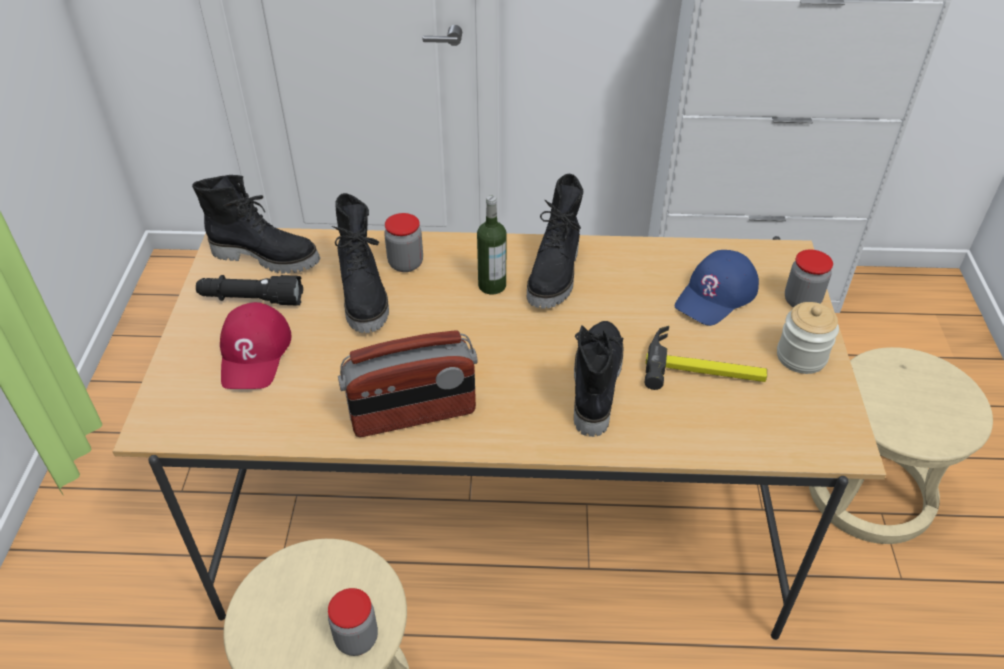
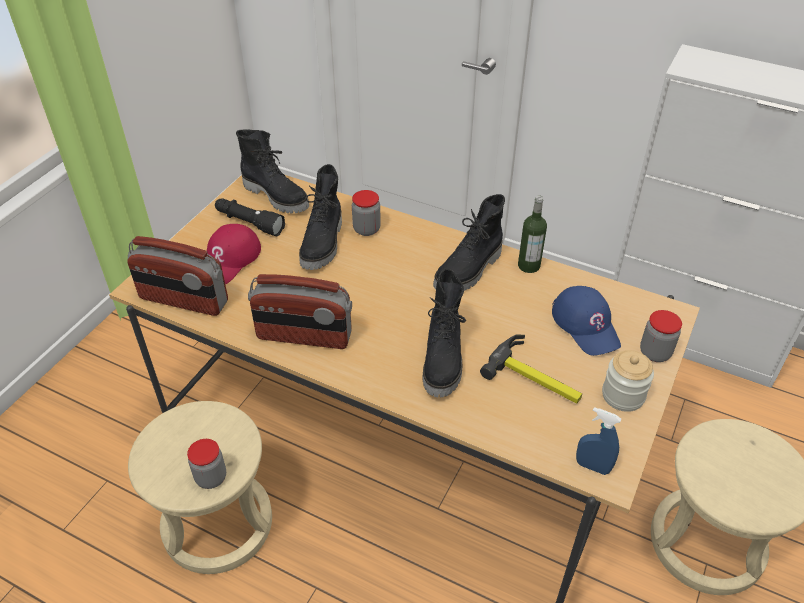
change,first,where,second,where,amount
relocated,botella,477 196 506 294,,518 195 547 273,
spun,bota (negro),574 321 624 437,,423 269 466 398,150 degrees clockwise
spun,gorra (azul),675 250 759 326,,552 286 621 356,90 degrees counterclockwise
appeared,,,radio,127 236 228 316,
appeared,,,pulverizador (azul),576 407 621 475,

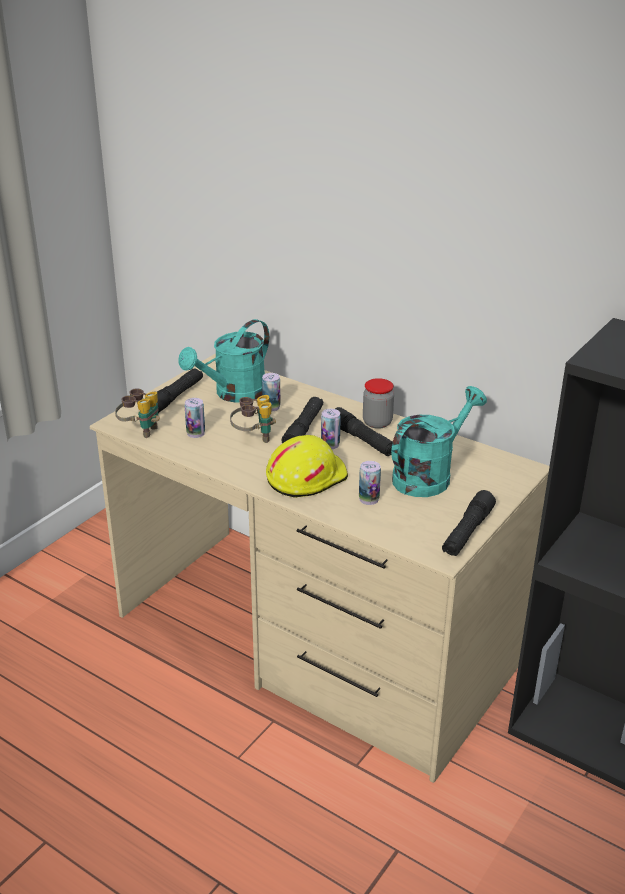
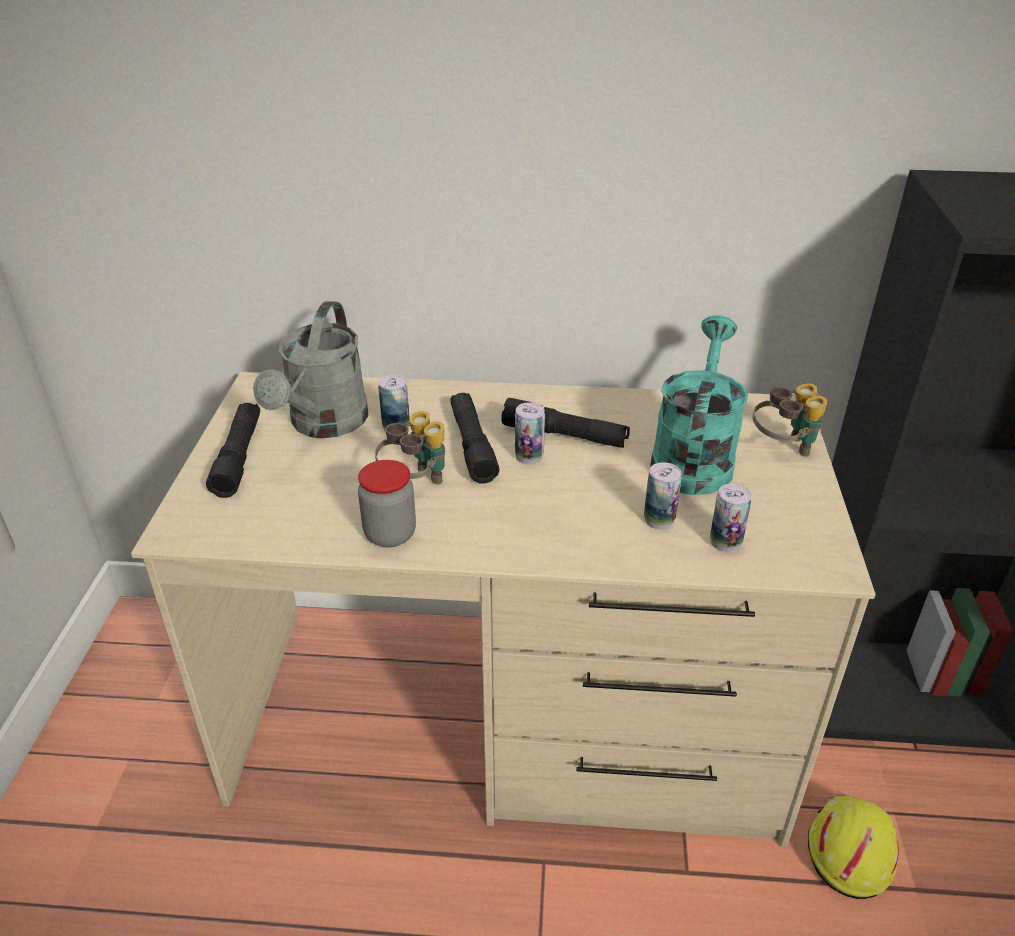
change,first,where,second,where,amount
relocated,prismáticos,115 388 160 438,,753 383 827 457,
colour,regadera (turquesa),178 319 269 403,regadera (gris),253 301 368 438,
relocated,lata,185 398 205 438,,710 484 752 552,
relocated,casco (amarillo),266 435 348 498,,808 795 899 899,
relocated,tarro,363 378 394 429,,358 460 416 547,
missing,linterna (negro),442 490 496 556,,,

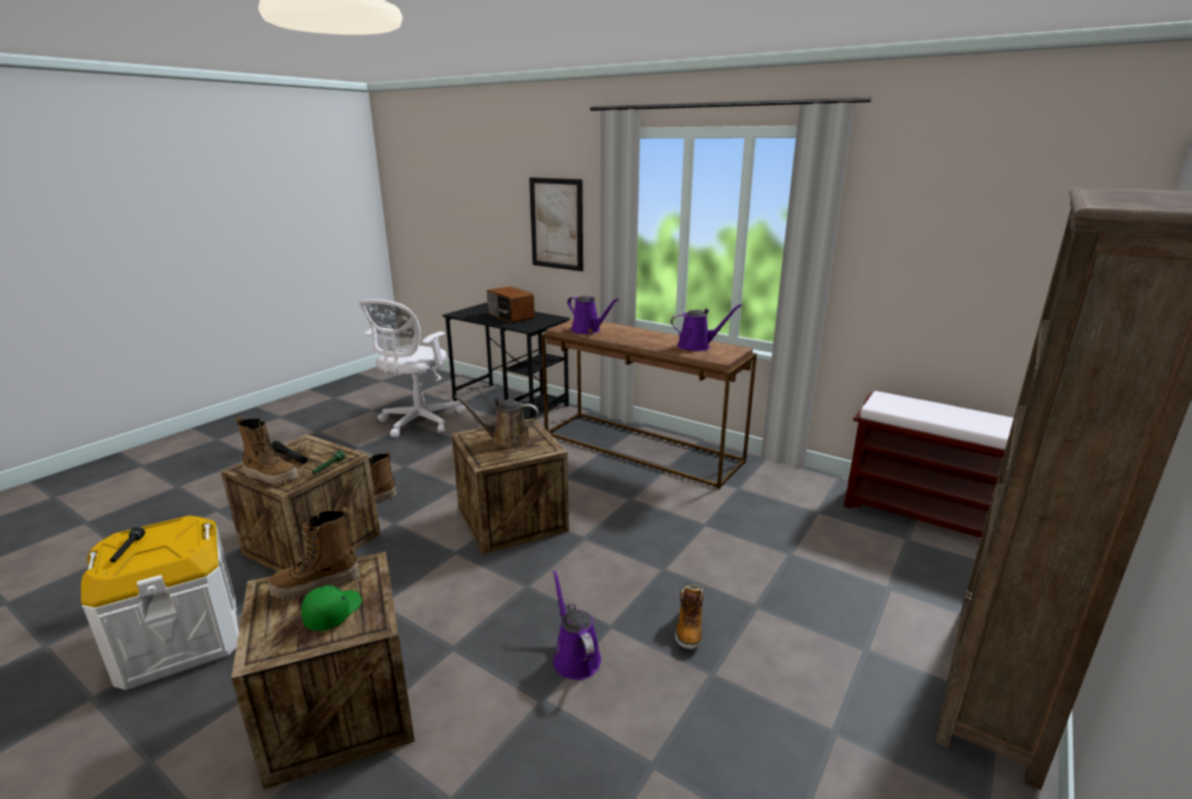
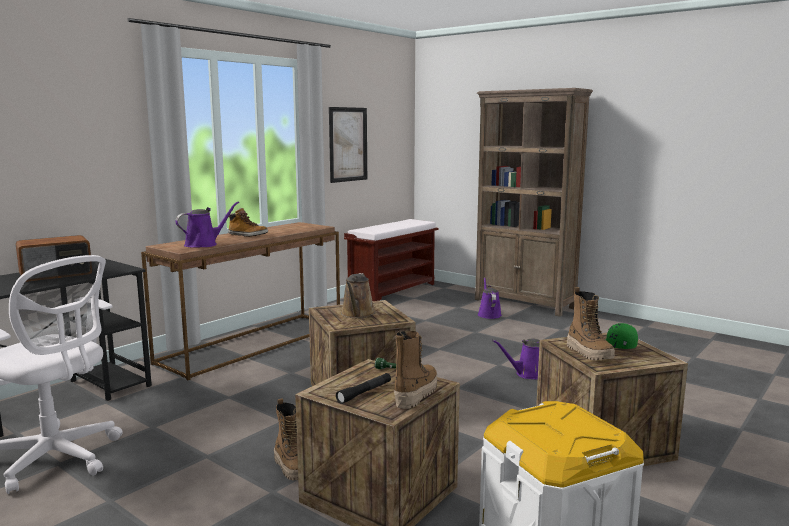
change,first,where,second,where,amount
missing,linterna (negro),110 527 145 563,,,
relocated,cuadro,529 177 583 271,,329 107 367 183,
relocated,regadera (morado),671 304 742 351,,478 277 502 319,
relocated,bota,675 584 704 650,,228 208 268 237,

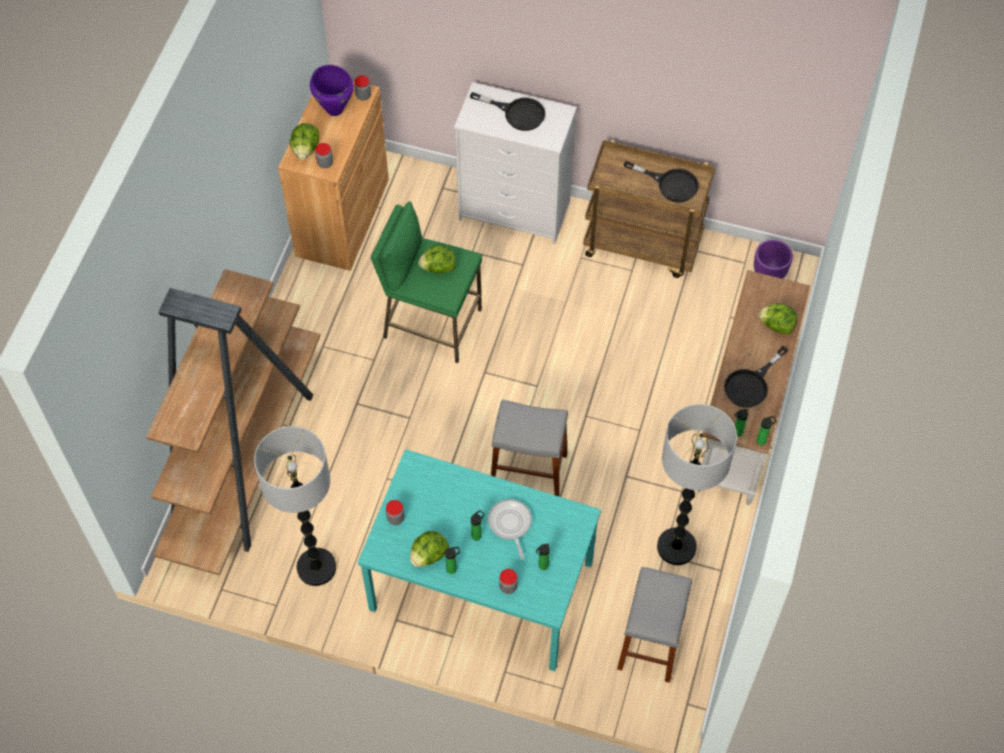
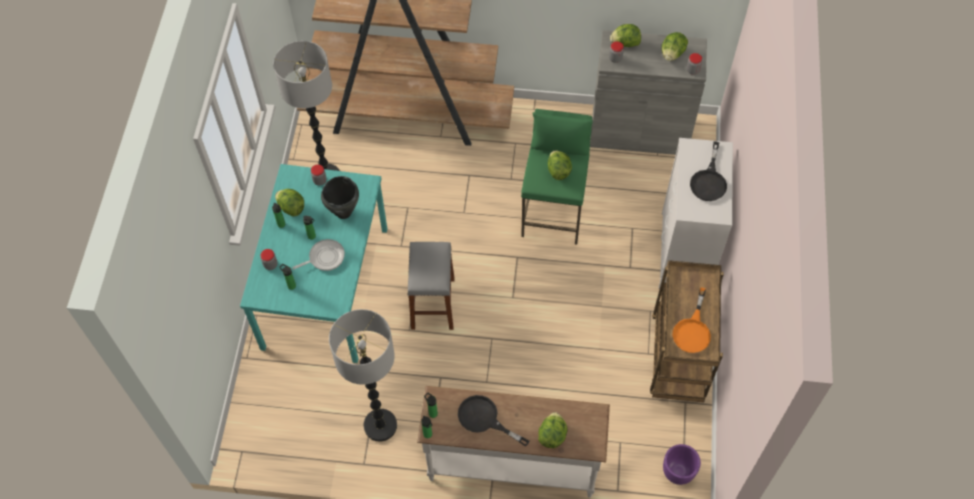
change,first,where,second,where,amount
colour,armario (marrón),278 81 389 271,armario (gris),590 30 707 155,
exchanged,olla (morado),310 65 354 116,lechuga,661 32 688 61,
missing,taburete (gris),617 567 692 683,,,
colour,sartén (negro),624 161 699 202,sartén (naranja),672 287 711 353,
appeared,,,olla (negro),321 176 359 219,

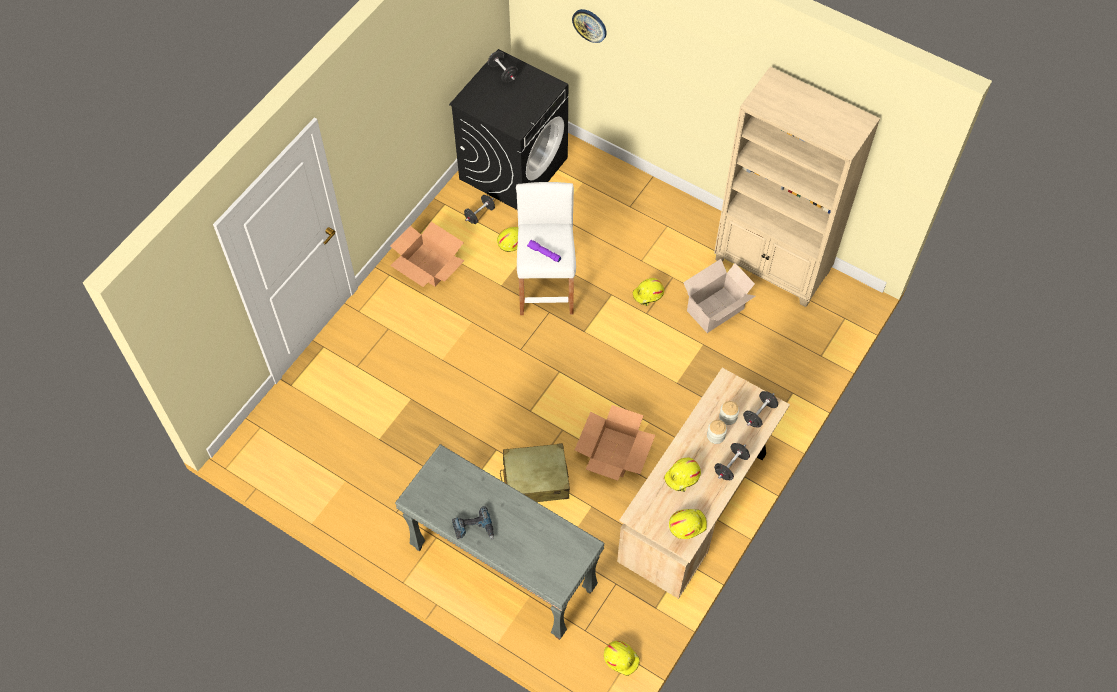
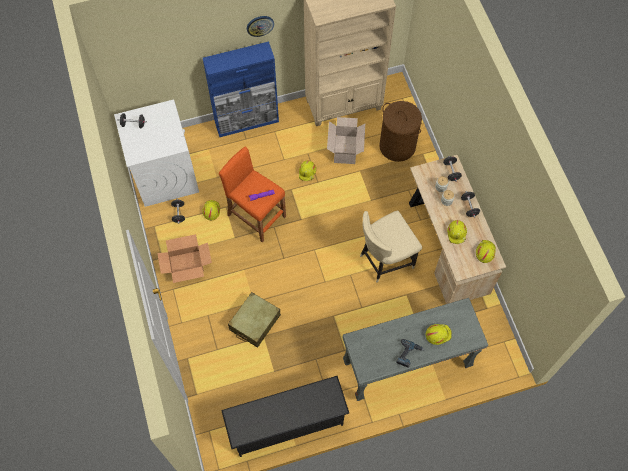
change,first,where,second,where,amount
colour,lavadora (negro),449 49 568 210,lavadora (blanco),114 100 199 207,
relocated,maleta (beis),500 443 570 502,,228 292 281 348,
colour,taburete (blanco),516 182 576 315,taburete (naranja),219 147 286 243,
relocated,reloj de pared,572 9 607 43,,247 16 274 37,
exchanged,caja de cartón,575 405 655 481,silla (beis),360 210 422 283,
relocated,casco (amarillo),604 641 640 676,,426 324 452 345,
appeared,,,armario (azul),203 41 279 137,
appeared,,,zapatero (negro),221 376 349 457,
appeared,,,cesto de la ropa (marrón),379 101 422 162,

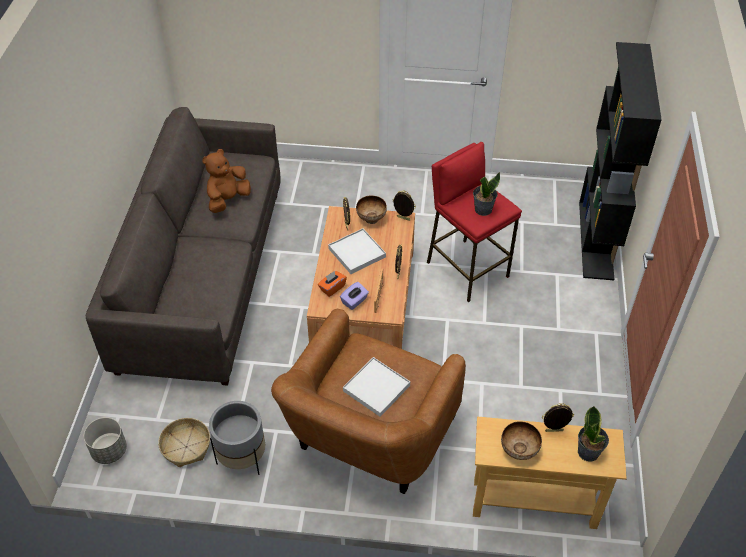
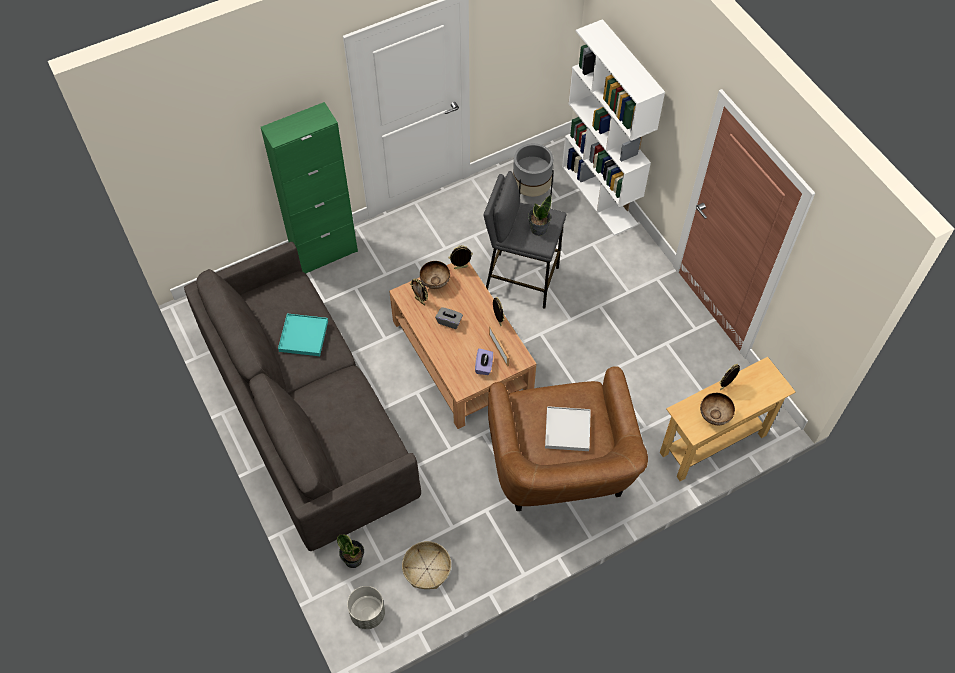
change,first,where,second,where,amount
exchanged,peluche (marrón),202 149 251 213,bandeja (turquesa),278 313 328 356,
relocated,maceta (gris),209 401 265 475,,513 143 554 197,
missing,caja de pañuelos (naranja),318 271 347 297,,,
exchanged,bandeja (blanco),328 228 386 274,caja de pañuelos (gris),435 307 463 329,
colour,taburete (rojo),427 142 522 302,taburete (gris),483 171 567 309,
relocated,planta en maceta,578 406 609 462,,337 534 364 568,
colour,estantería (negro),579 42 662 280,estantería (blanco),562 19 665 236,
appeared,,,armario (verde),261 102 358 274,

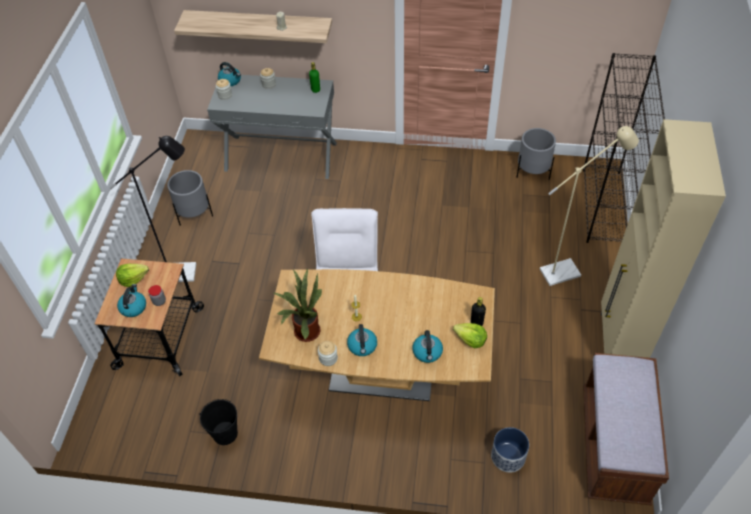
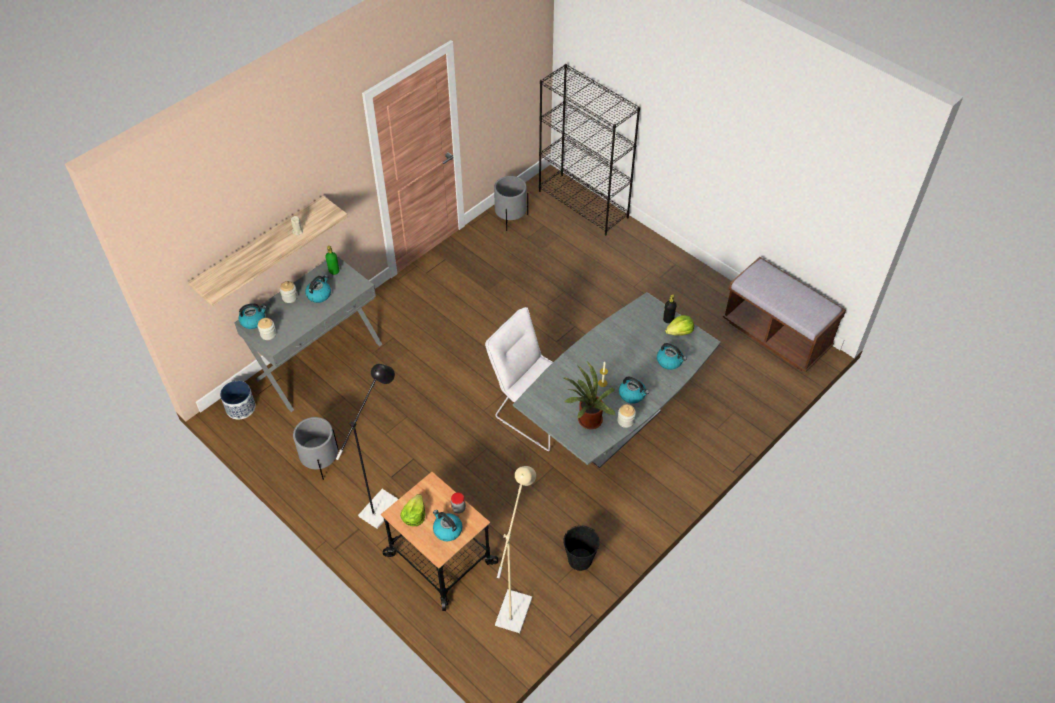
change,first,where,second,where,amount
colour,mesa de comedor (marrón),259 269 495 401,mesa de comedor (gris),513 292 721 468,
relocated,maceta,491 427 529 472,,220 381 256 420,
relocated,lámpara de pie (beis),540 126 639 286,,495 466 536 633,
missing,armario (beis),601 119 726 358,,,
appeared,,,hervidor,305 275 331 303,

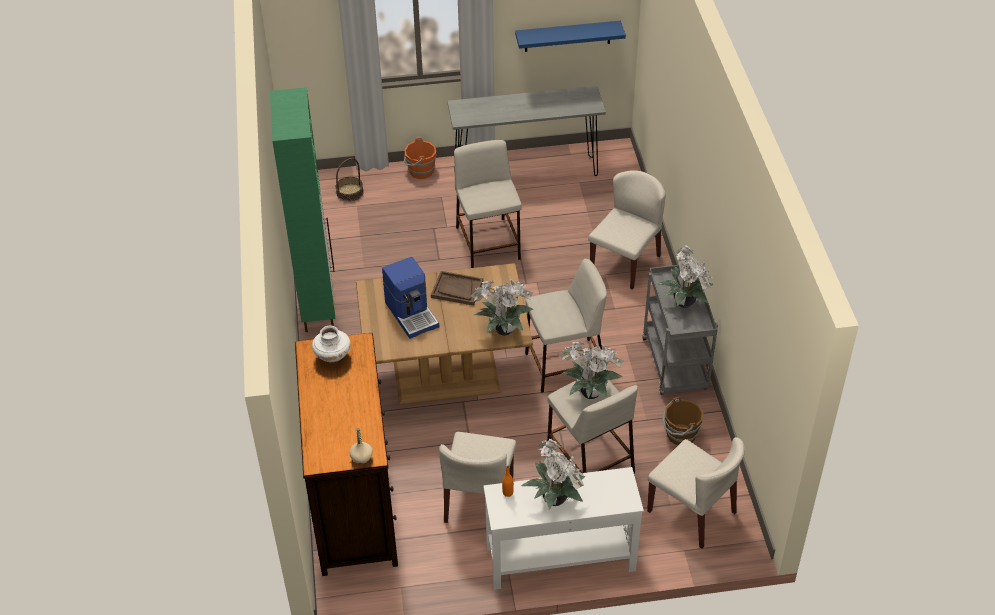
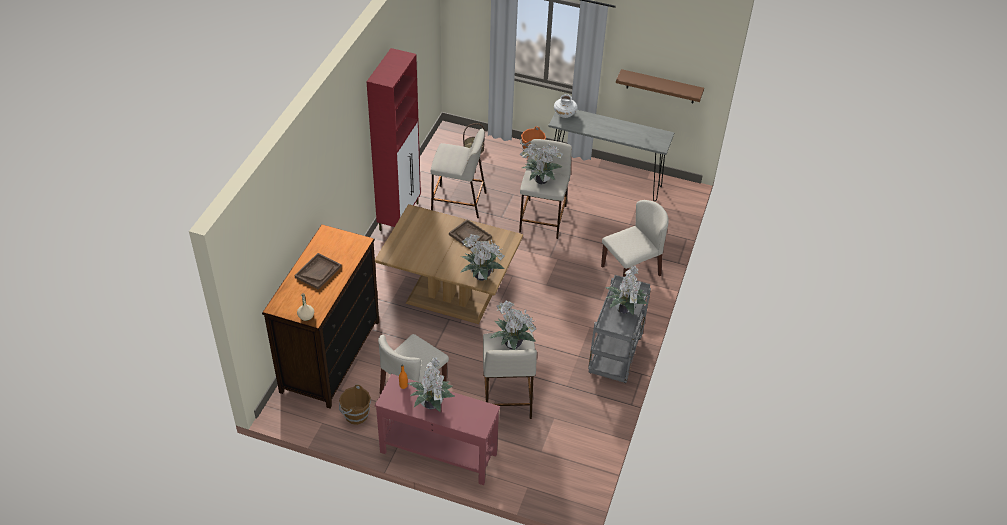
change,first,where,second,where,amount
colour,armario (verde),270 87 335 332,armario (rojo),366 48 421 231,
relocated,florero (blanco),312 326 351 362,,554 94 577 118,
missing,cafetera,382 257 439 339,,,
colour,mesa consola (blanco),483 467 644 590,mesa consola (rojo),375 374 500 485,
colour,estante (azul),515 21 626 52,estante (marrón),616 69 704 103,
relocated,taburete (beis),525 259 607 393,,431 129 487 218,
missing,silla (beis),647 437 745 549,,,
relocated,cubo (marrón),662 397 704 445,,339 385 371 425,
appeared,,,bandeja (marrón),294 253 342 290,
appeared,,,planta en maceta,519 143 564 184,

